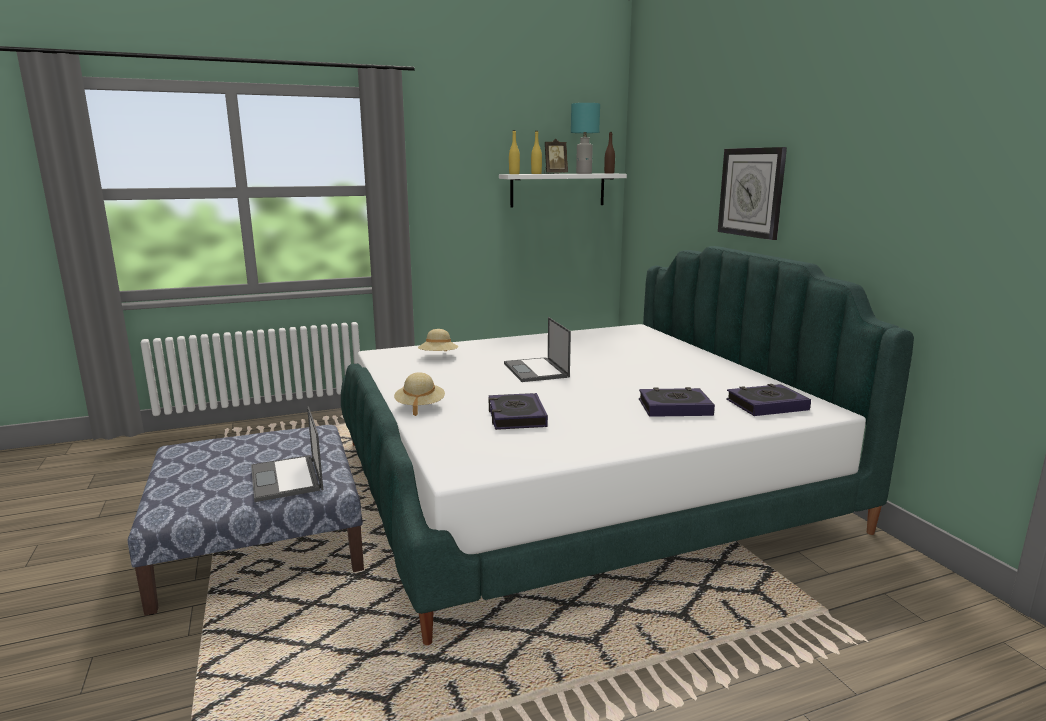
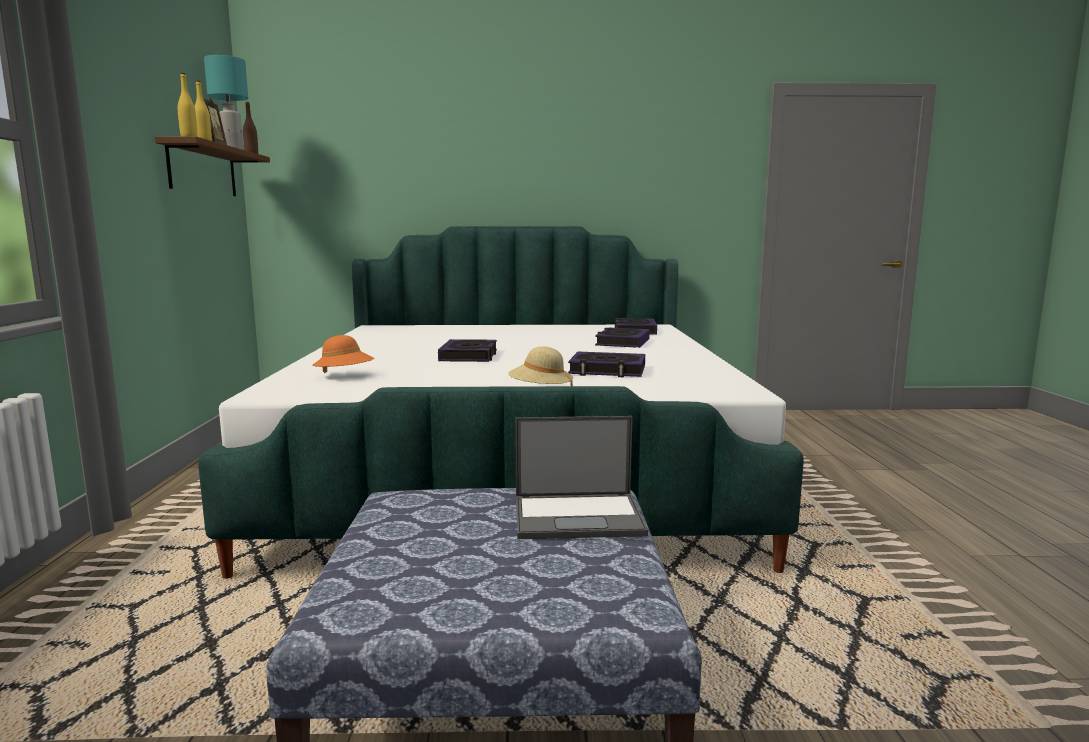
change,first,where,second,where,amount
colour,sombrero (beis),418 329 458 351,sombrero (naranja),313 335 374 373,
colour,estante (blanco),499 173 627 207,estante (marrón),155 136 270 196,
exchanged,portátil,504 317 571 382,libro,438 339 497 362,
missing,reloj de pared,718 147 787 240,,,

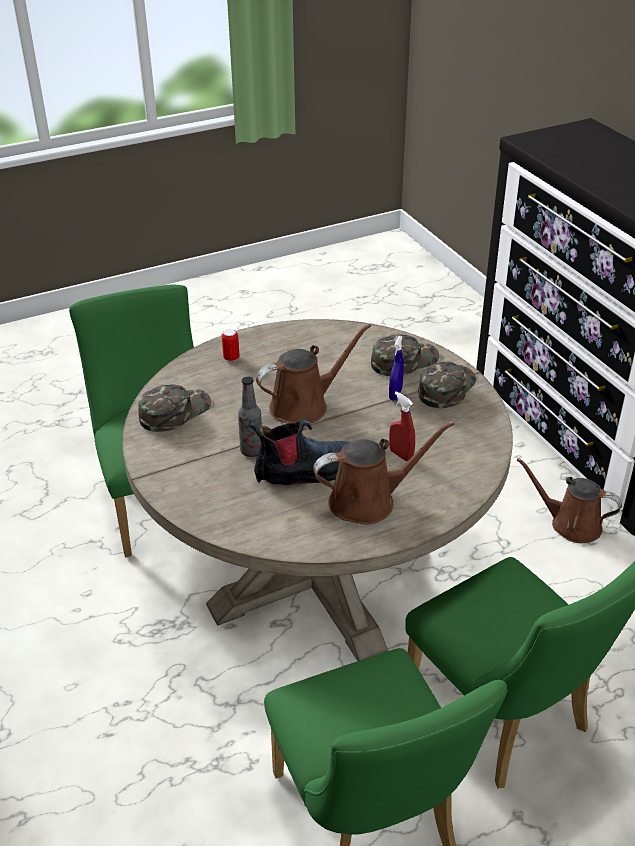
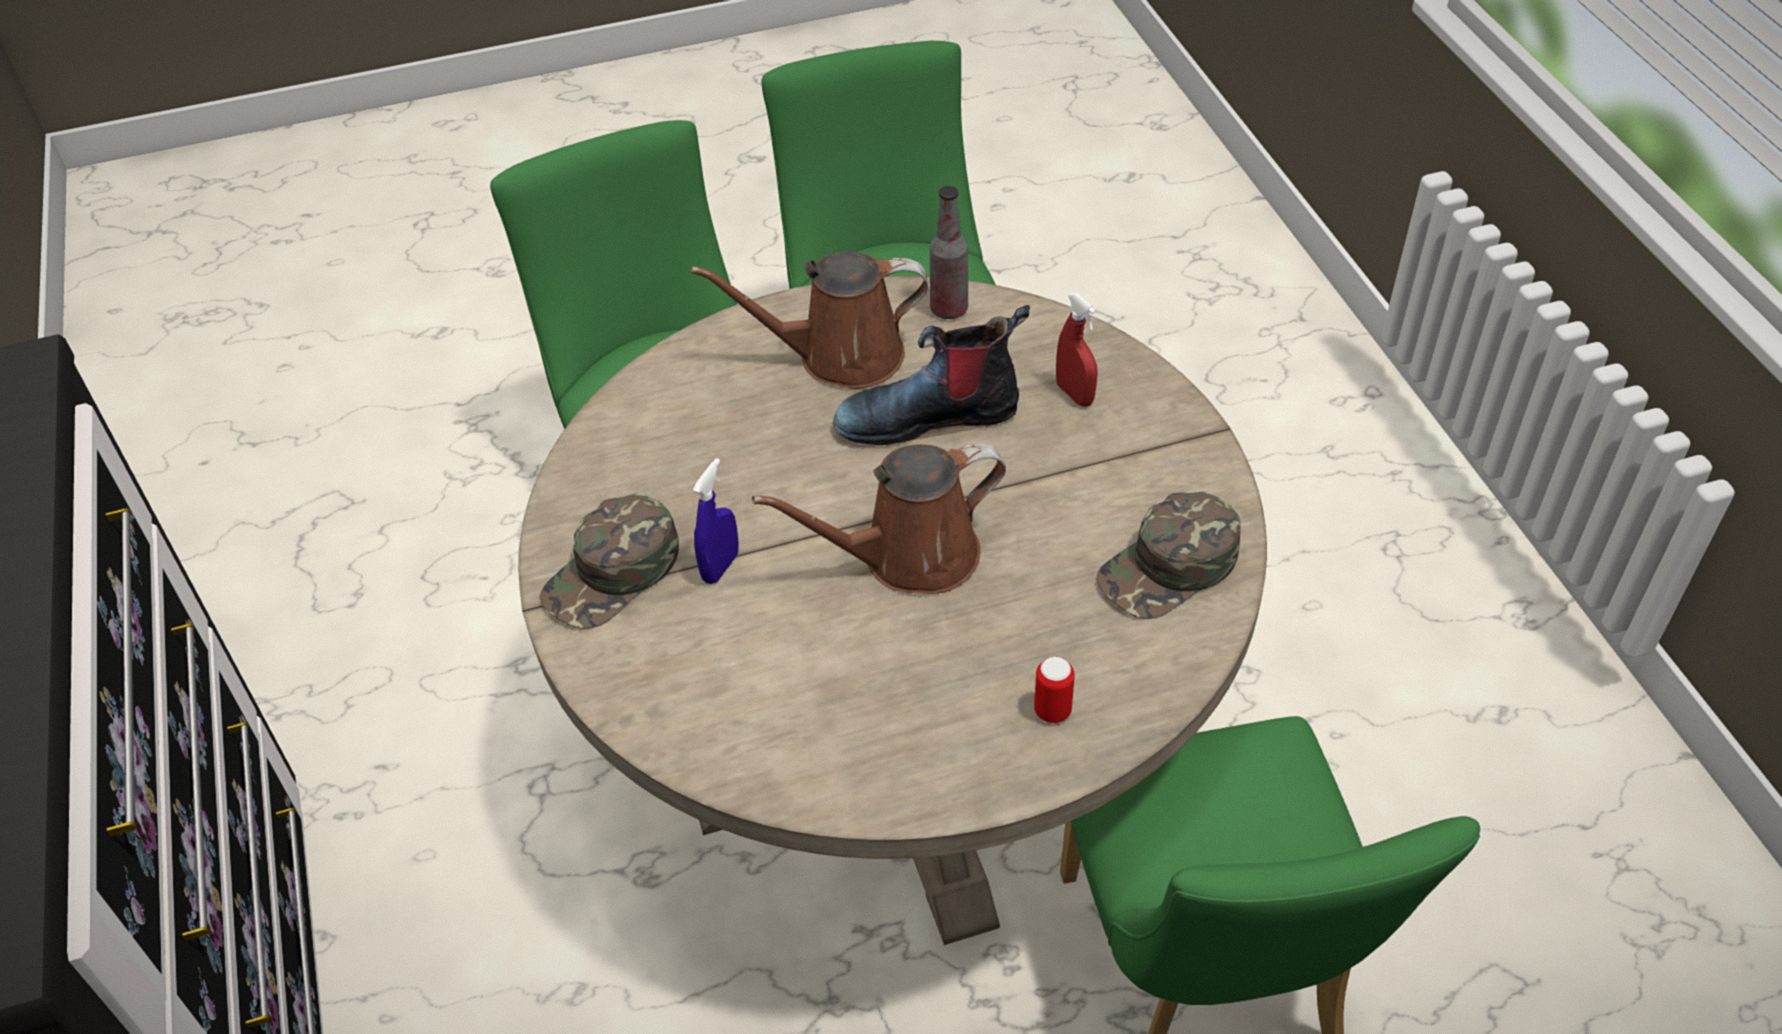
change,first,where,second,where,amount
relocated,botella,238 376 262 457,,930 186 968 319,
missing,gorra (verde),371 334 440 376,,,
relocated,pulverizador (rojo),389 391 415 461,,1056 293 1098 407,
missing,regadera (marrón),517 458 622 543,,,

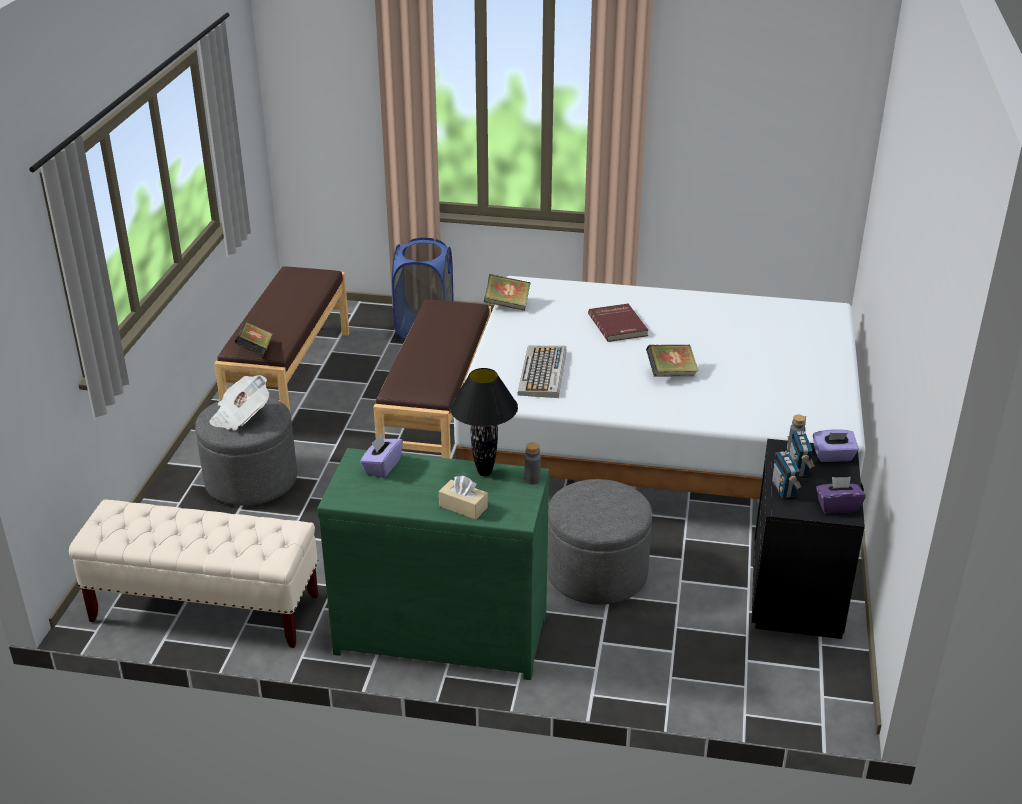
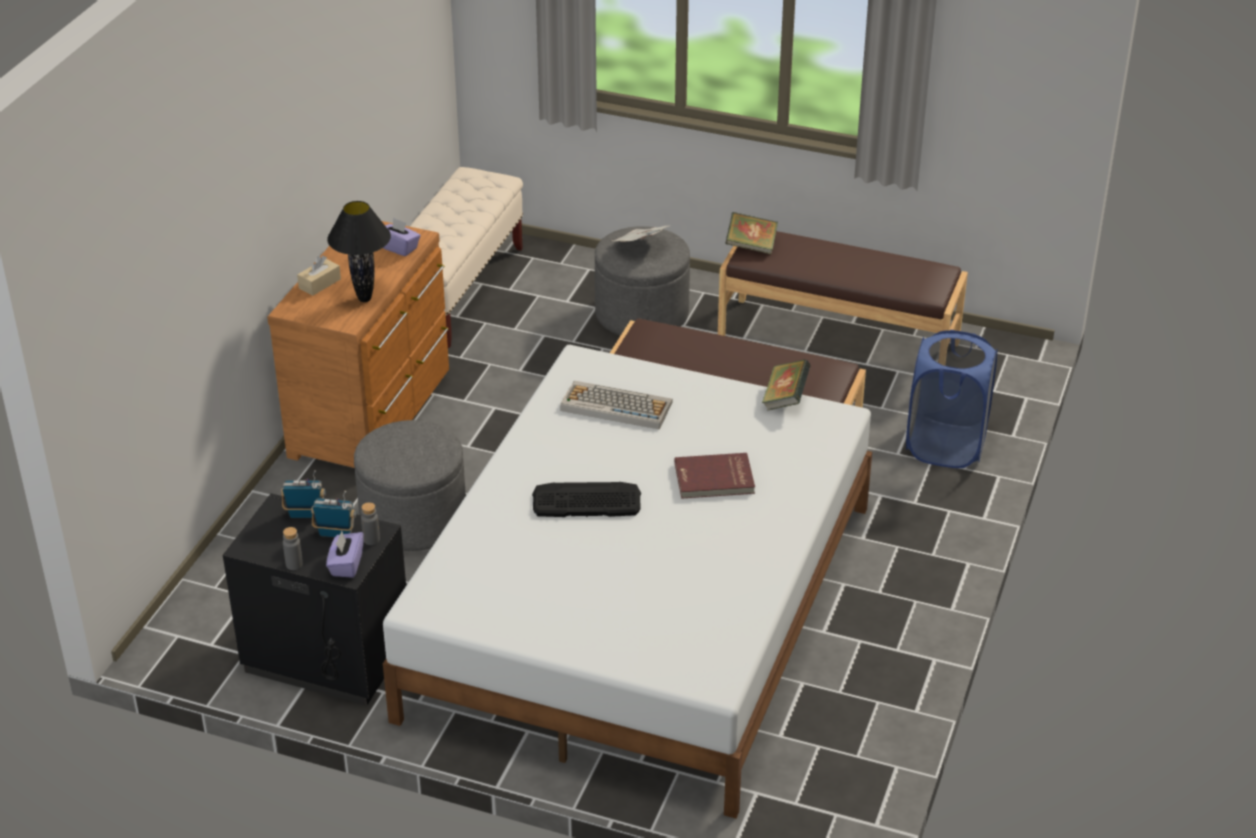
change,first,where,second,where,amount
colour,cómoda (verde),317 448 550 680,cómoda (marrón),267 221 449 468,
relocated,botella (gris),524 442 541 485,,283 527 303 570,
exchanged,libro,646 344 699 377,teclado,532 482 641 517,
missing,caja de pañuelos (morado),816 477 866 513,,,

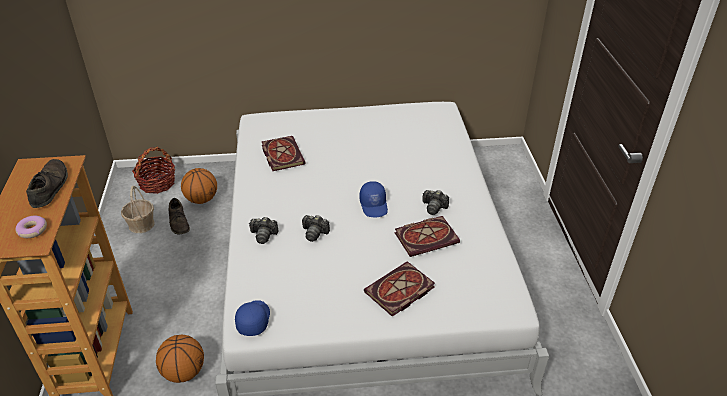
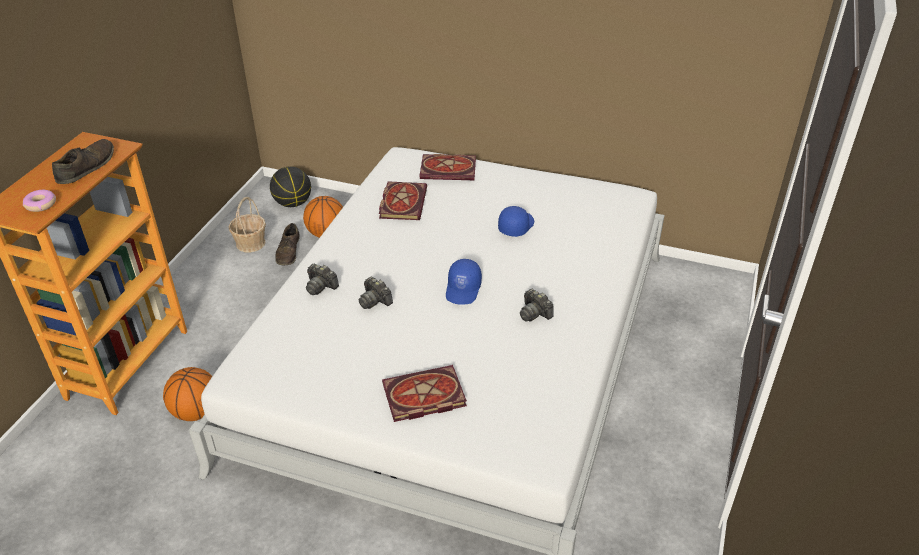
change,first,where,second,where,amount
exchanged,cesta,132 147 175 194,balón de baloncesto,270 166 311 207,
relocated,gorra (azul),235 300 270 336,,498 206 534 237,
relocated,libro,395 216 460 257,,420 154 476 180,

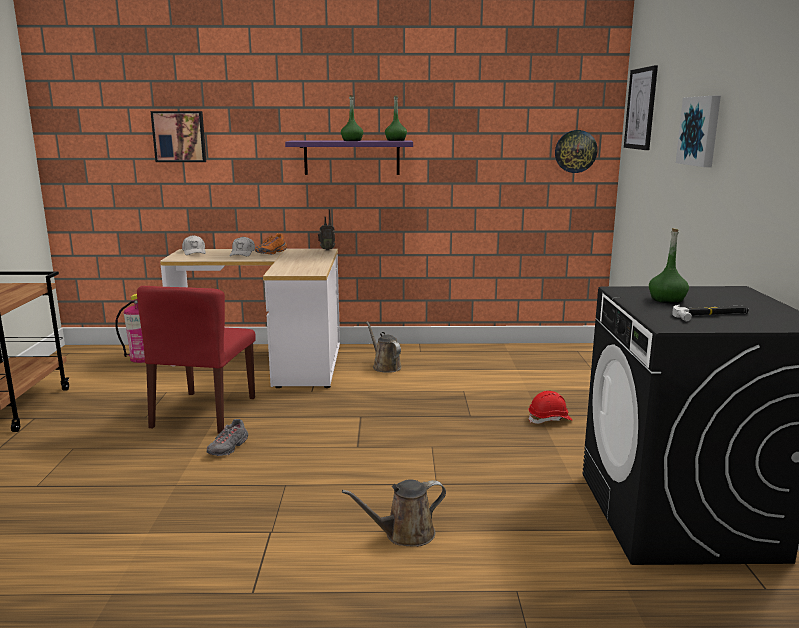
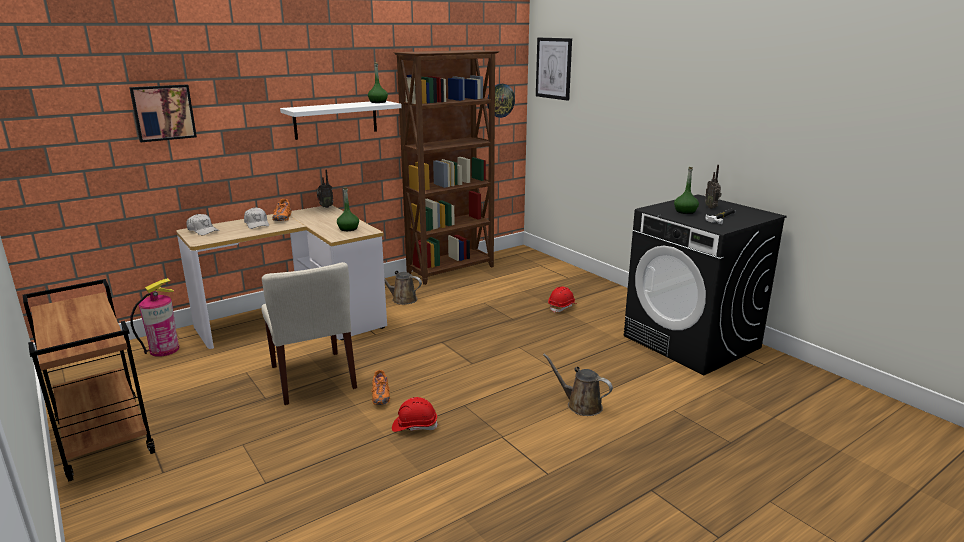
change,first,where,second,where,amount
colour,silla (rojo),137 286 256 434,silla (beis),261 262 357 405,
colour,zapato (gris),206 419 248 456,zapato (naranja),371 370 390 405,
colour,estante (morado),285 140 413 175,estante (blanco),280 101 402 140,
relocated,botella (verde),341 95 363 141,,337 188 359 231,
spun,regadera (marrón),342 479 446 547,,543 354 613 416,90 degrees clockwise
missing,cuadro,676 96 721 167,,,
appeared,,,casco (rojo),392 397 438 432,
appeared,,,estantería (marrón),394 50 500 285,
appeared,,,radio,705 165 722 209,

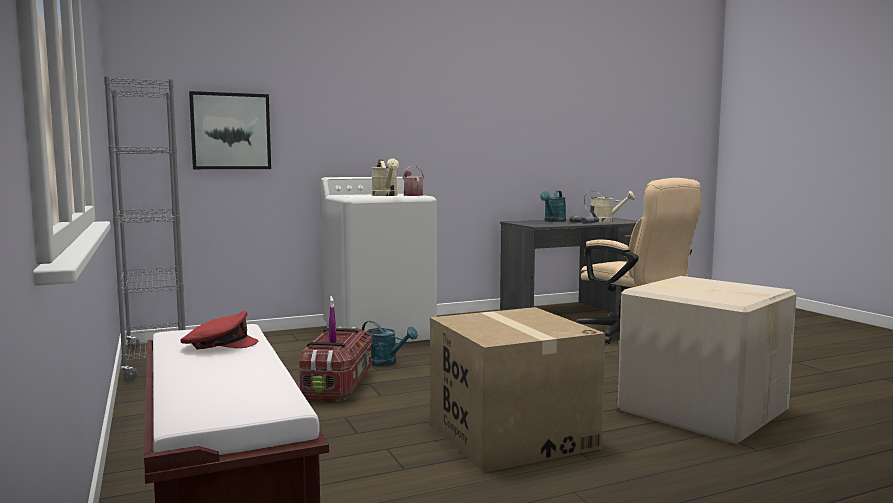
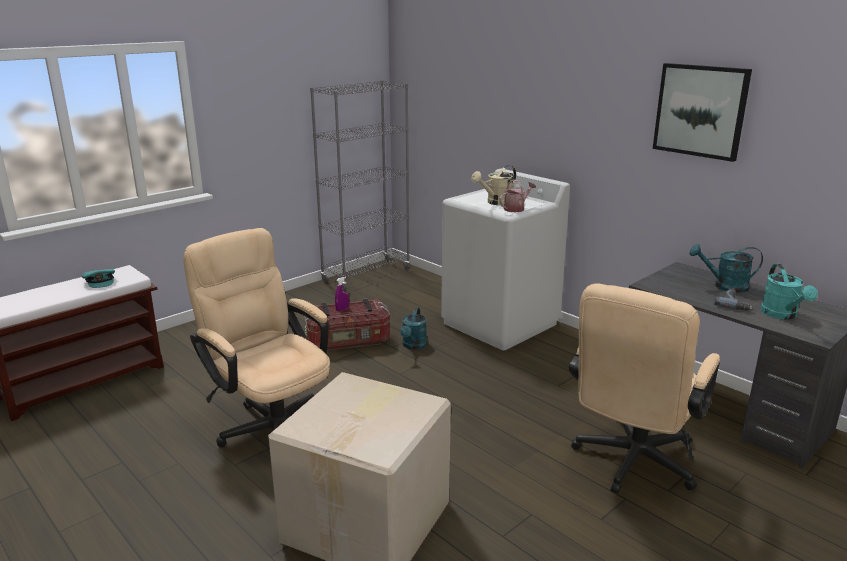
change,first,where,second,where,amount
colour,gorra (rojo),180 311 259 350,gorra (turquesa),82 269 115 288,
relocated,cuadro,189 91 271 169,,653 63 752 162,
exchanged,caja de cartón,430 307 605 472,silla de oficina (beis),183 228 330 447,
colour,regadera (beis),584 191 635 222,regadera (turquesa),761 264 818 320,

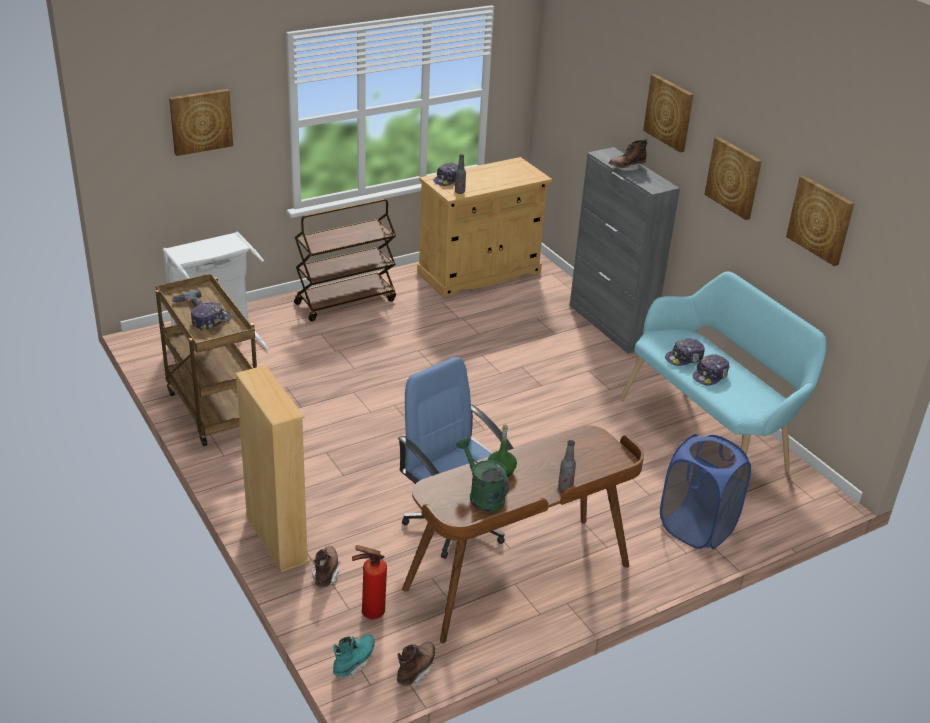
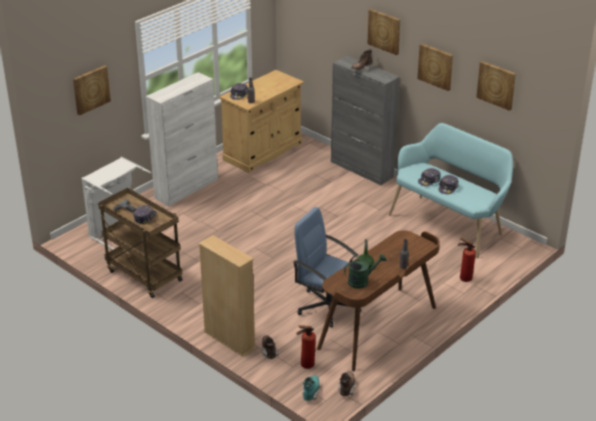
change,first,where,second,where,amount
exchanged,carrito (marrón),294 199 396 321,armario (blanco),146 72 218 206,
spun,regadera (verde),456 437 509 512,,344 254 386 289,120 degrees clockwise
exchanged,cesto de la ropa (azul),660 434 751 549,extintor,458 237 476 282,

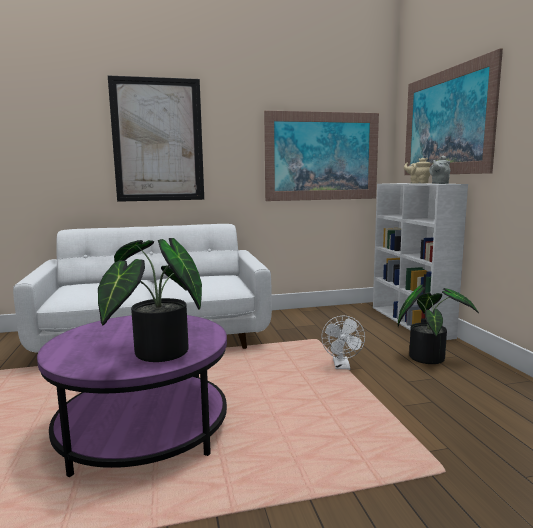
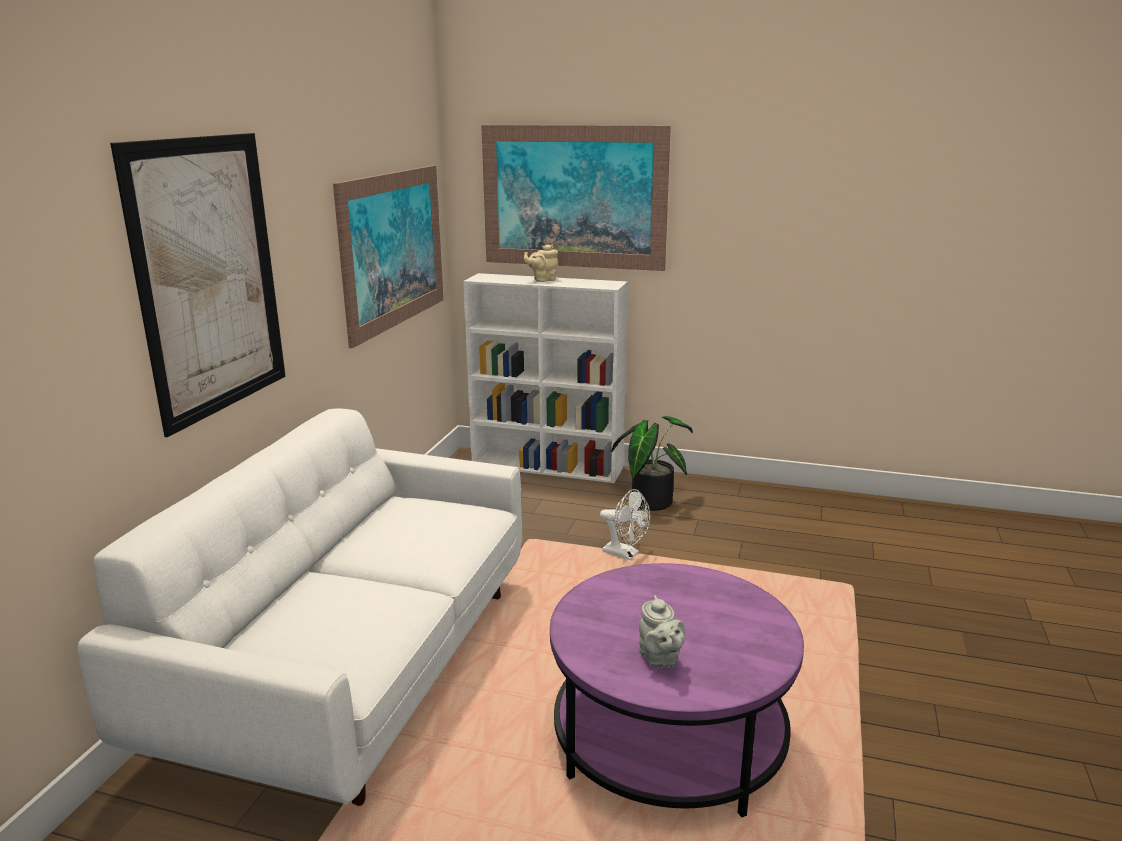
change,first,where,second,where,amount
missing,planta en maceta,98 238 202 362,,,
relocated,tetera (gris),429 156 450 184,,639 596 685 668,

